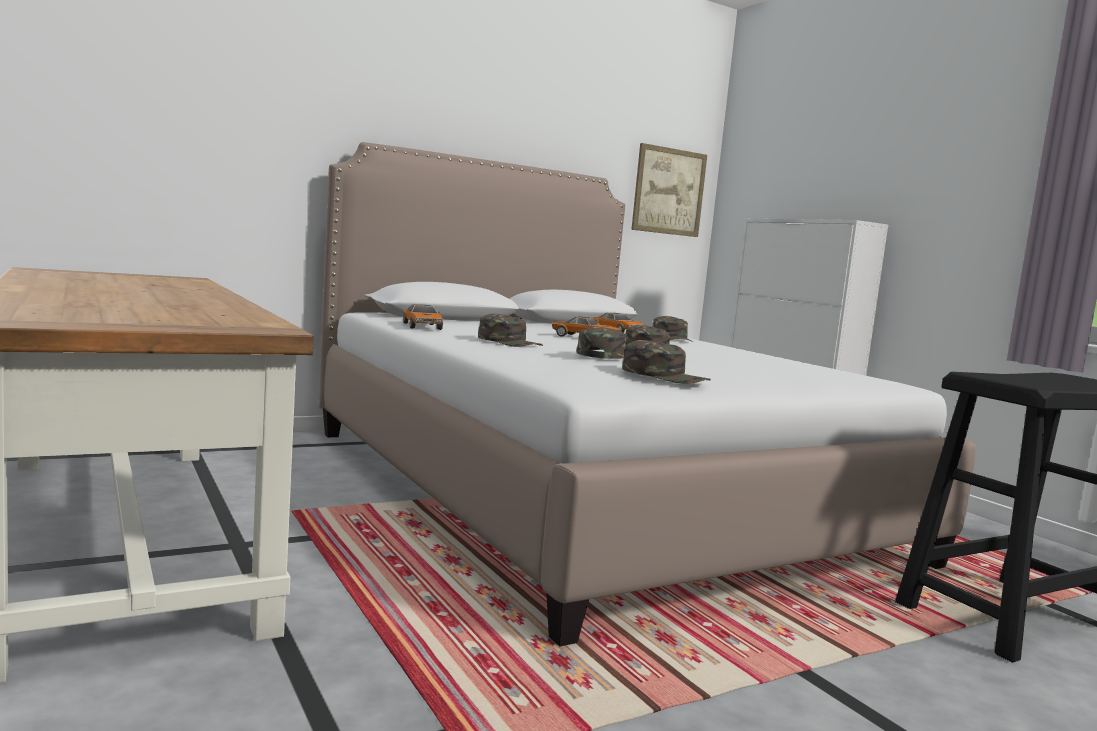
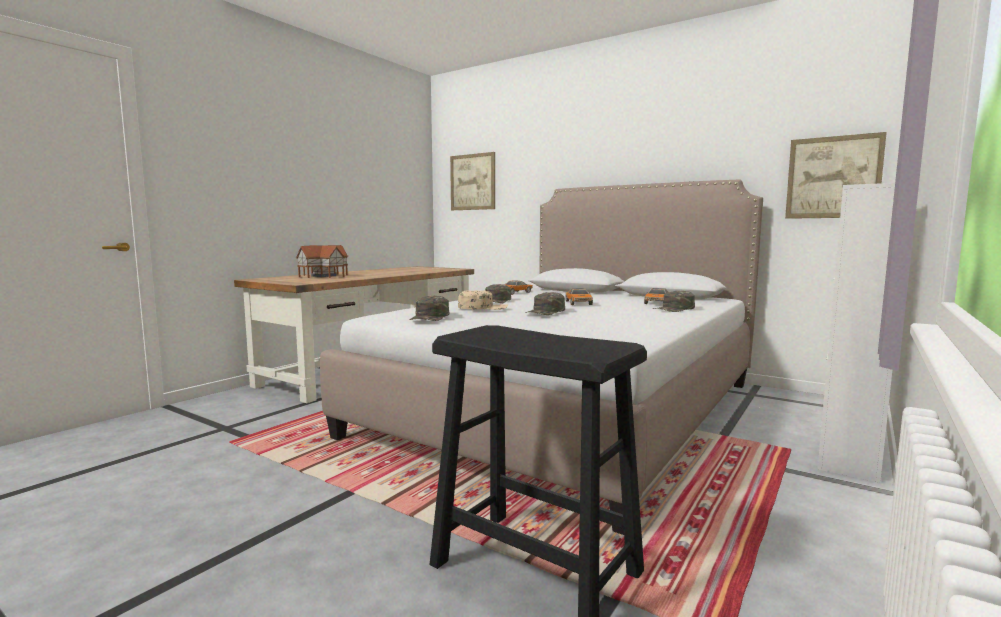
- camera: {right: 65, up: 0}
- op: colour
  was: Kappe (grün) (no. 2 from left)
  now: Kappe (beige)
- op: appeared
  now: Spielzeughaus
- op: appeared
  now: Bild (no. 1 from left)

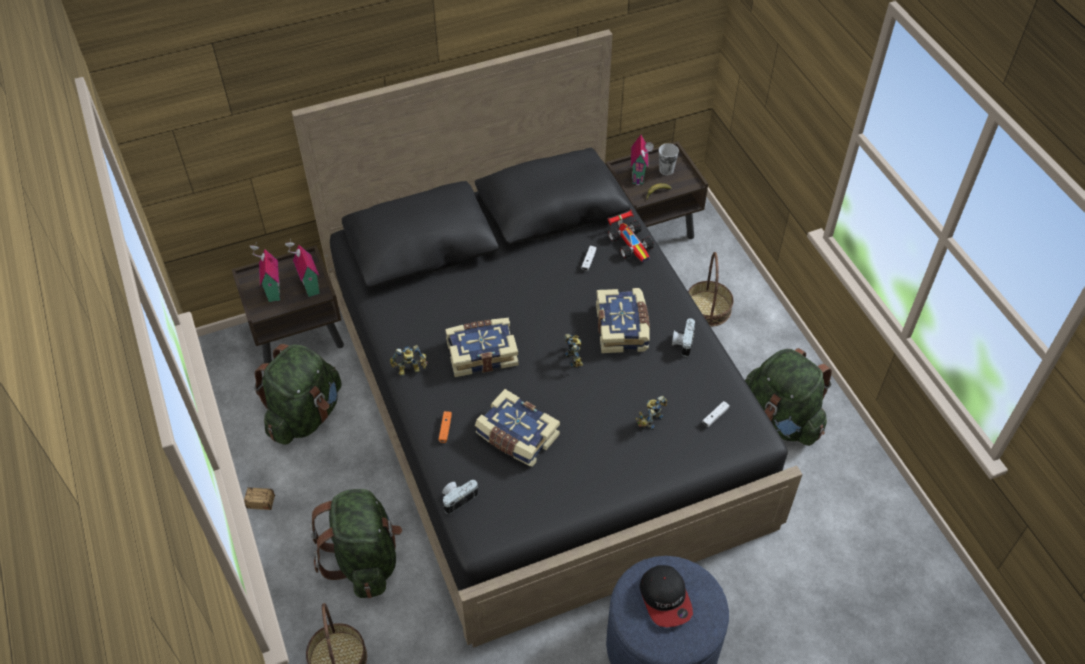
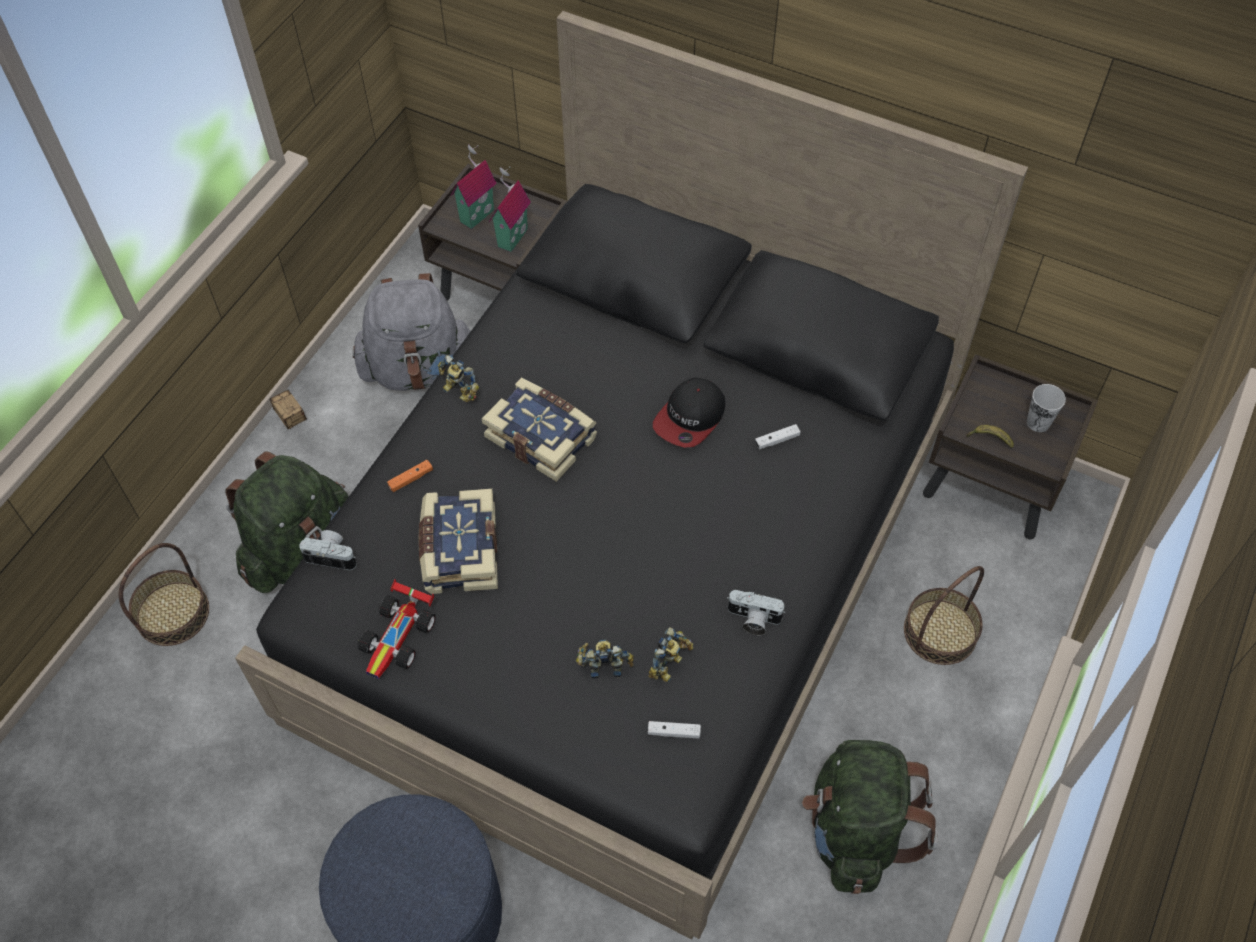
- camera: {right: 50, up: 5}
- op: colour
  was: Rucksack (grün) (no. 1 from left)
  now: Rucksack (grau)
- op: relocated
  was: Spielzeugroboter (no. 2 from left in the first image)
  now: Spielzeugroboter (no. 3 from left)
- op: missing
  was: Buch (no. 3 from left)
- op: relocated
  was: Spielzeugauto
- op: missing
  was: Spielzeughaus (no. 3 from left)
- op: relocated
  was: Kappe
- op: spun
  was: Kamera (no. 2 from left)
  clockwise: -135

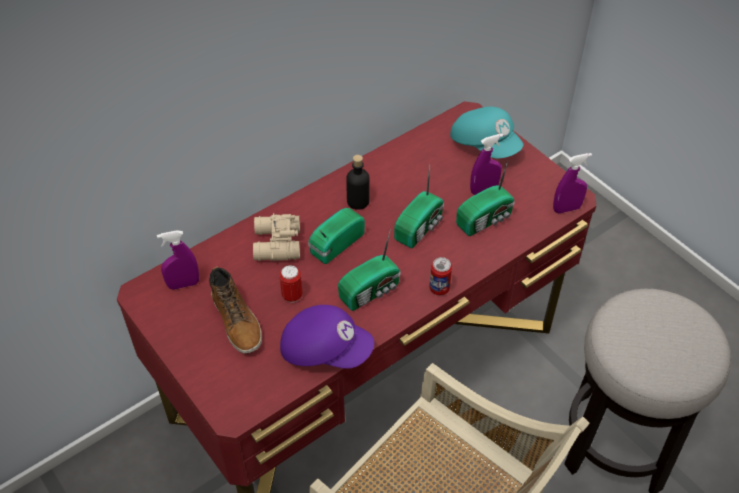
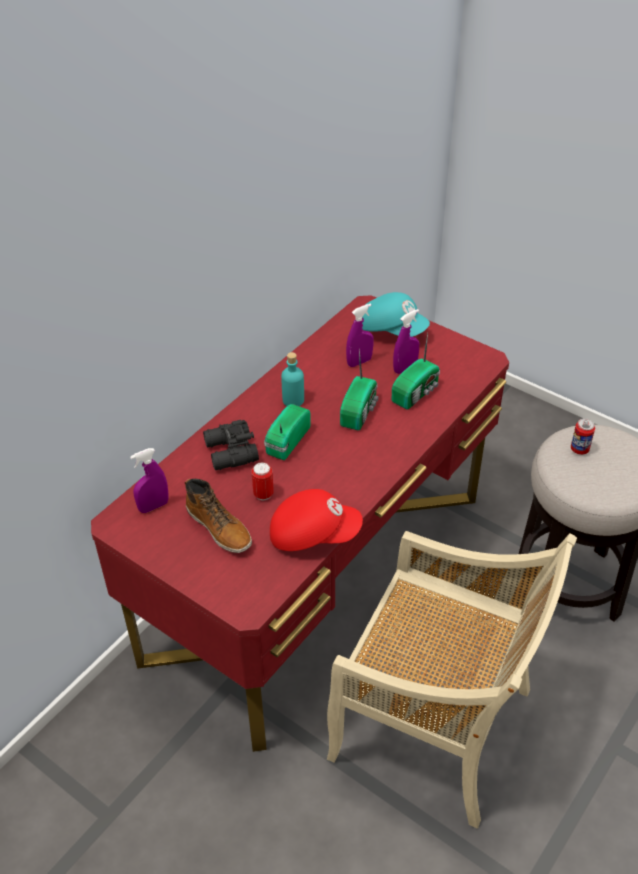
- camera: {right: -15, up: -5}
- op: colour
  was: Fernglas (beige)
  now: Fernglas (schwarz)
- op: colour
  was: Kappe (lila)
  now: Kappe (rot)
- op: missing
  was: Radio (no. 2 from left)
- op: colour
  was: Flasche (schwarz)
  now: Flasche (türkis)
- op: relocated
  was: Dose (no. 2 from left)
- op: relocated
  was: Sprühflasche (lila) (no. 3 from left in the first image)
  now: Sprühflasche (lila) (no. 2 from left)

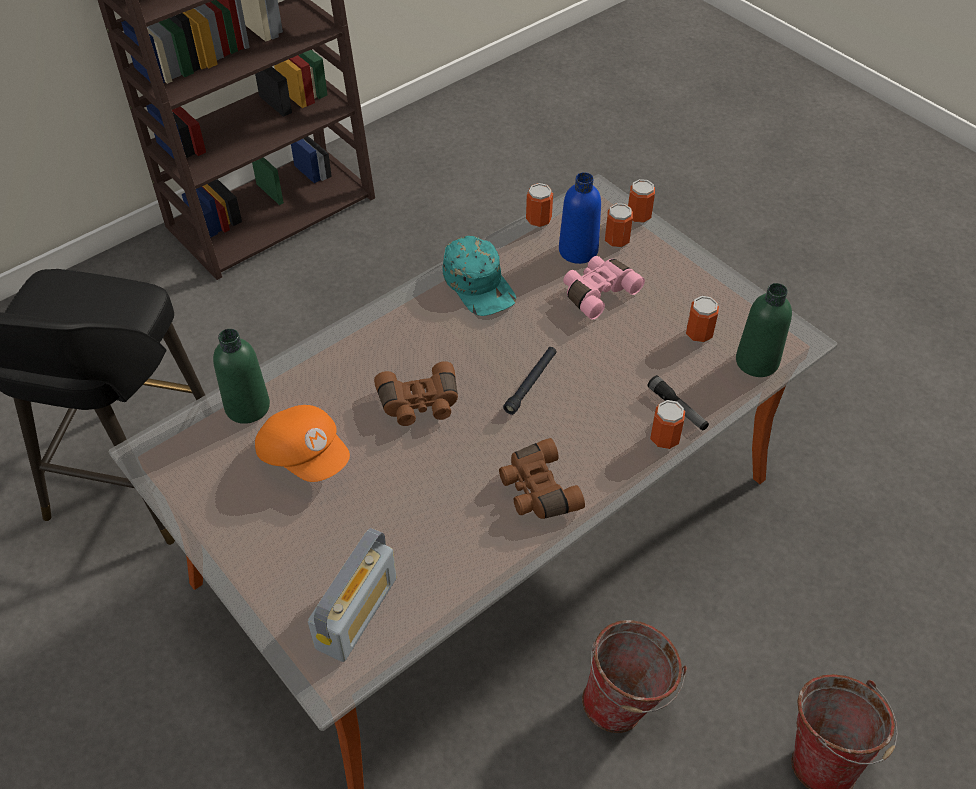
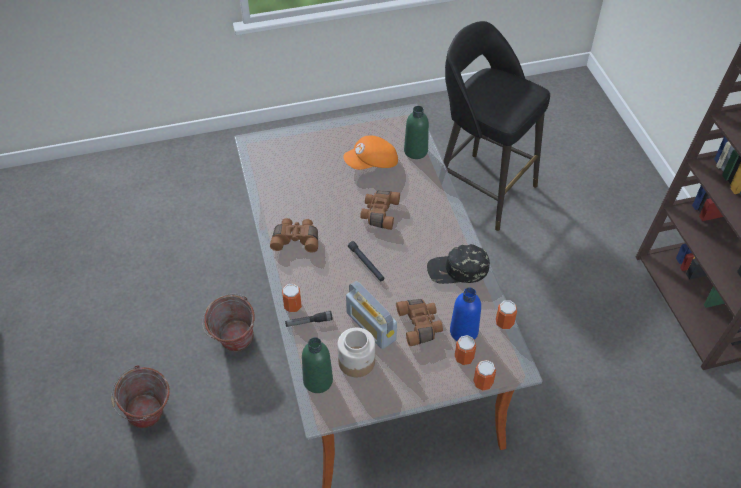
- camera: {right: 115, up: 0}
- op: relocated
  was: Radio
- op: colour
  was: Kappe (türkis)
  now: Kappe (schwarz)
- op: colour
  was: Fernglas (rosa)
  now: Fernglas (braun) (no. 3 from left)
- op: exchanged
  was: Dose (no. 5 from left)
  now: Vorratsglas

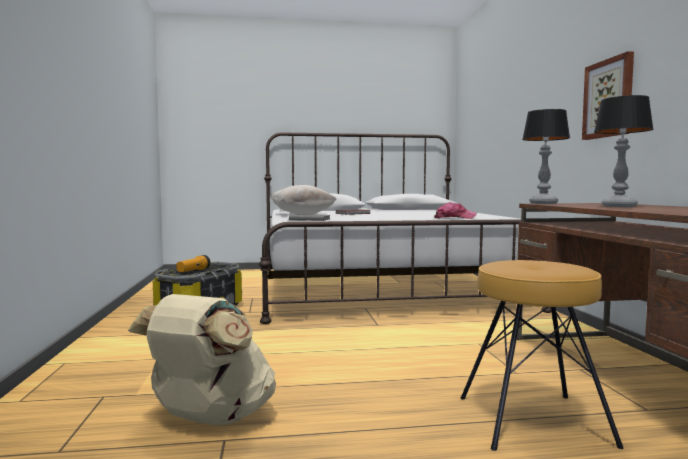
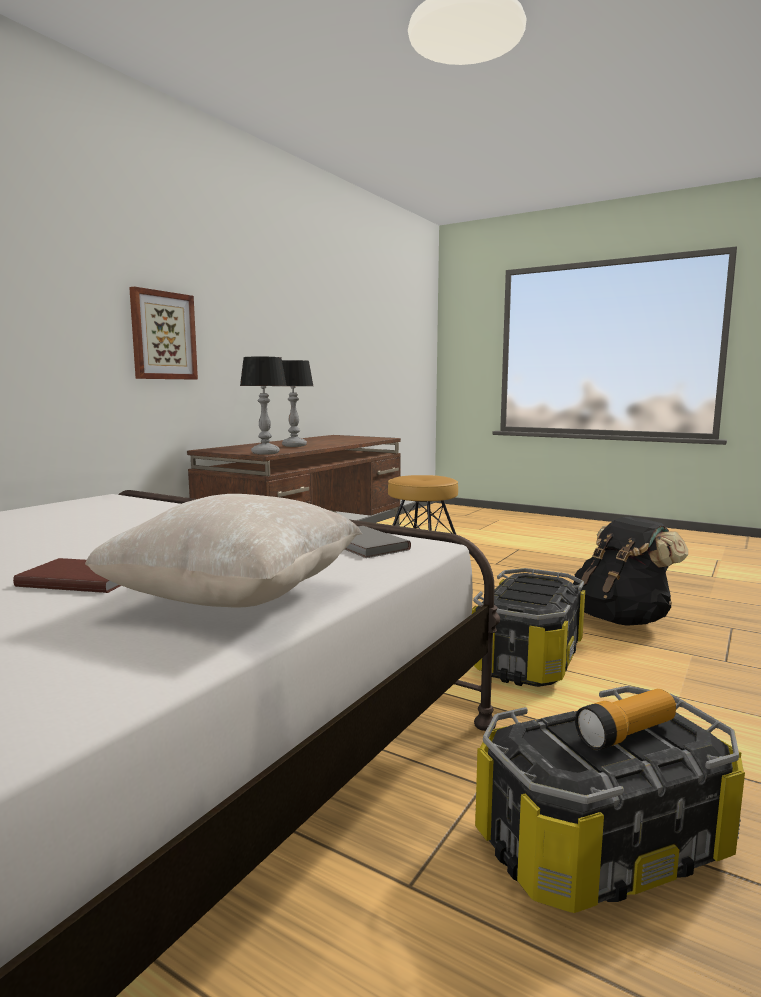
- camera: {right: -140, up: 5}
- op: colour
  was: Rucksack (beige)
  now: Rucksack (schwarz)
- op: missing
  was: Kappe
- op: appeared
  now: Aufbewahrungsbox (no. 1 from left)

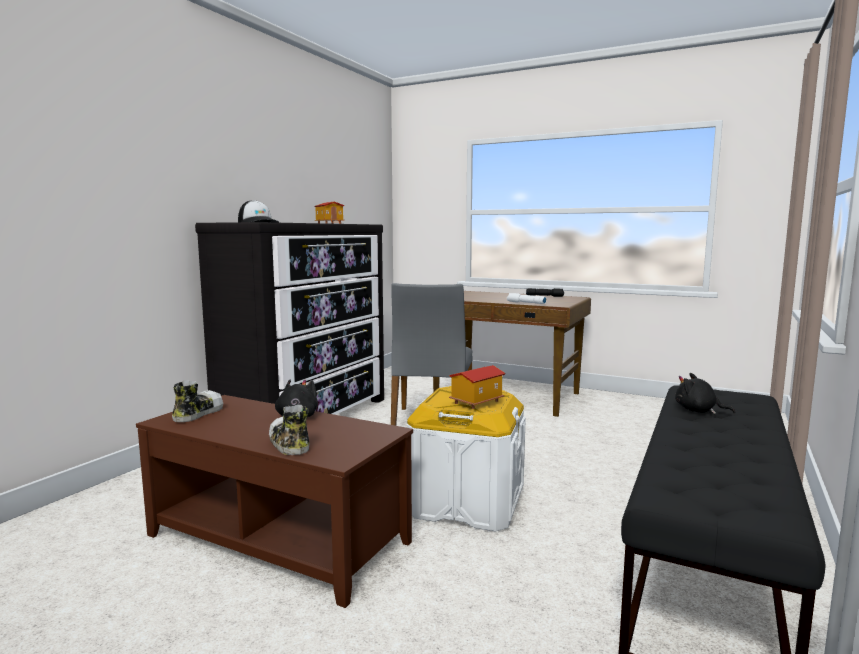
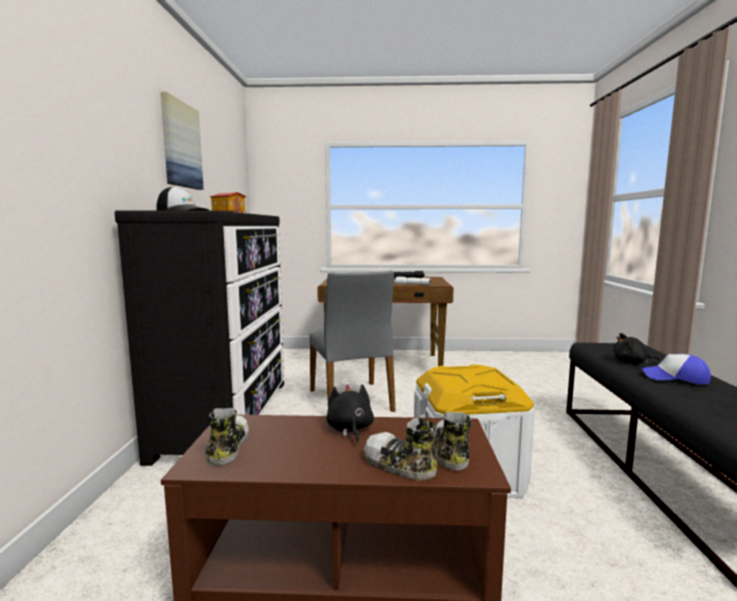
- camera: {right: -25, up: 0}
- op: missing
  was: Spielzeughaus (no. 2 from left)
- op: appeared
  now: Bild
- op: appeared
  now: Schuh (no. 3 from left)
- op: appeared
  now: Kappe (no. 2 from left)

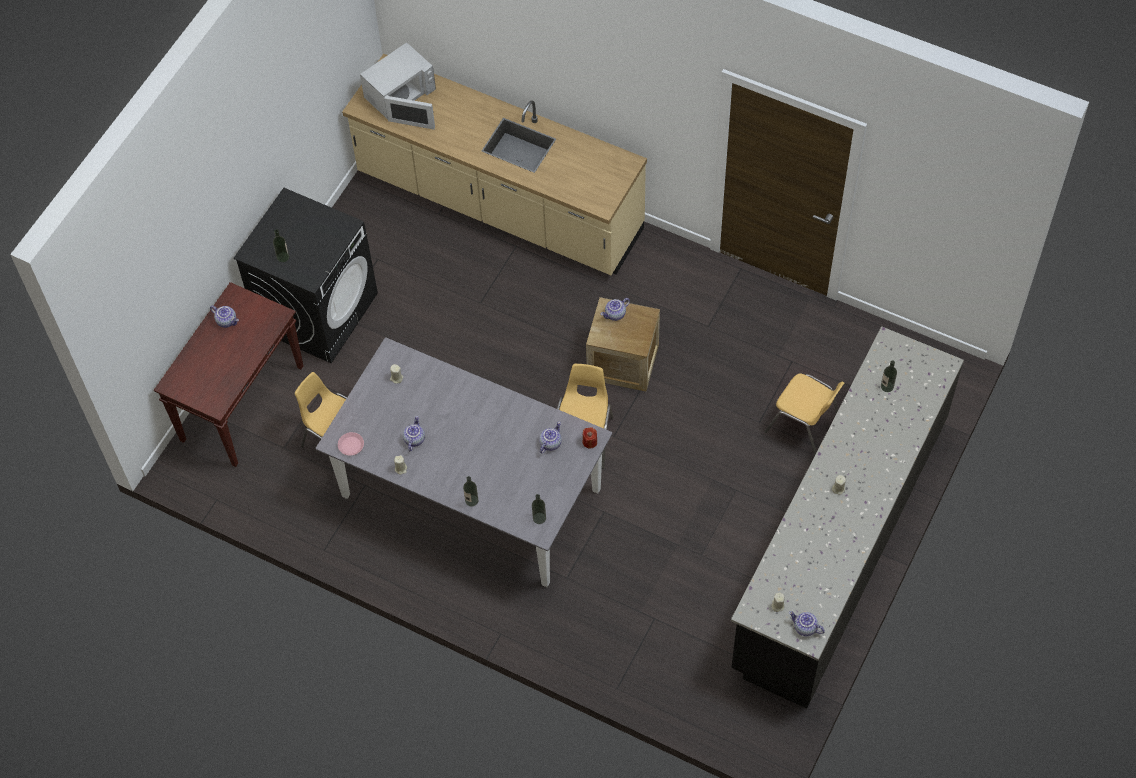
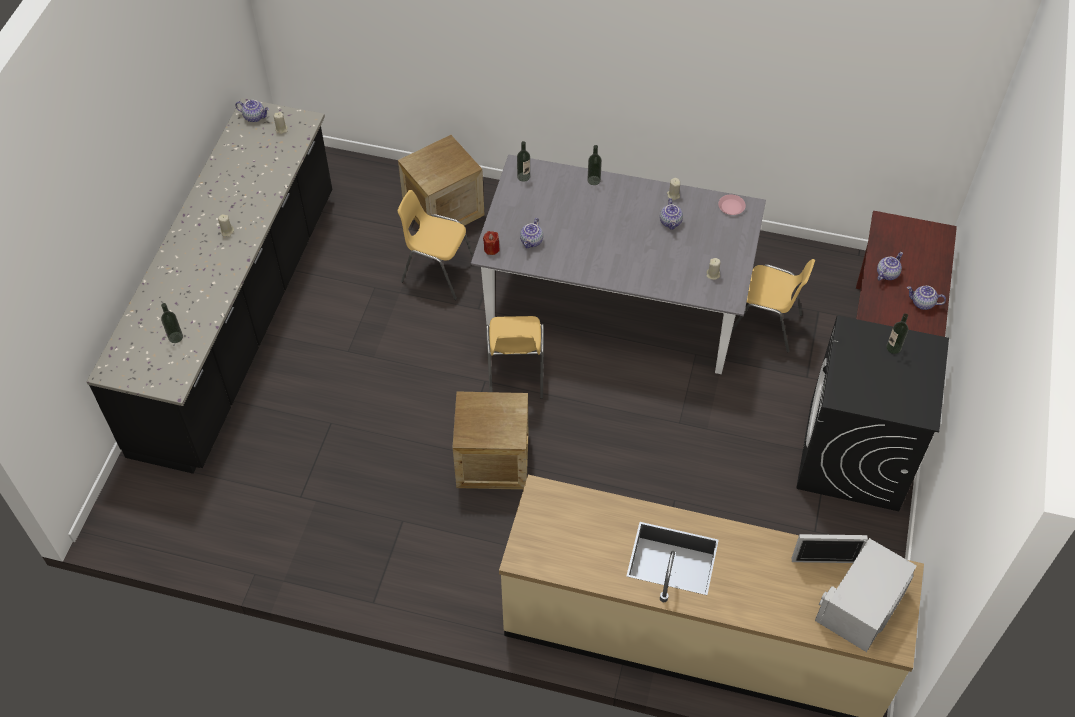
- camera: {right: 165, up: -5}
- op: relocated
  was: Teekanne (no. 4 from left)
- op: relocated
  was: Stuhl (gelb) (no. 3 from left in the first image)
  now: Stuhl (gelb) (no. 1 from left)
- op: appeared
  now: Kiste (no. 1 from left)

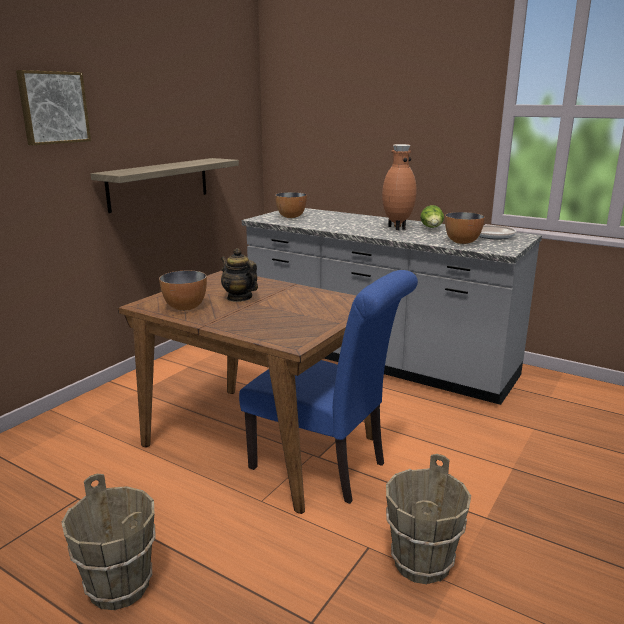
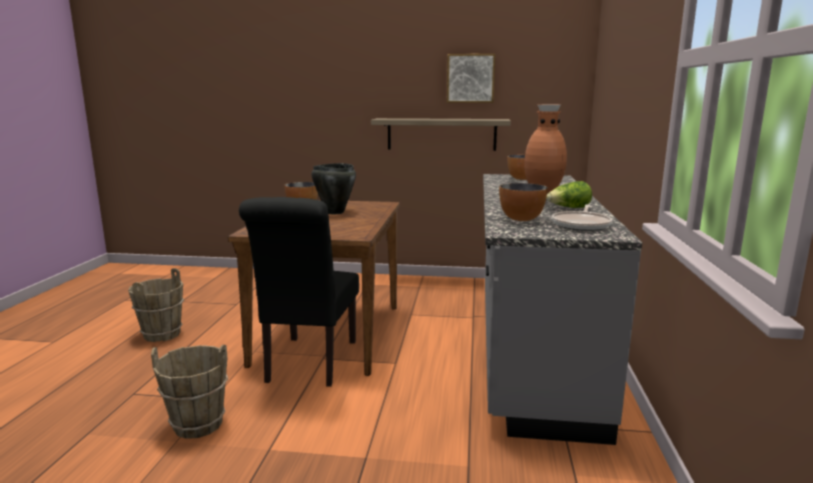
- camera: {right: 65, up: -5}
- op: relocated
  was: Bild
- op: exchanged
  was: Teekanne
  now: Kochtopf (schwarz)
- op: colour
  was: Stuhl (blau)
  now: Stuhl (schwarz)

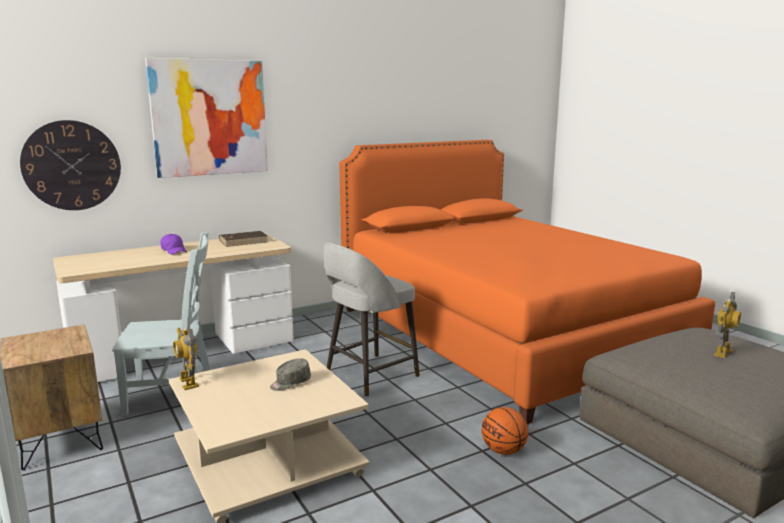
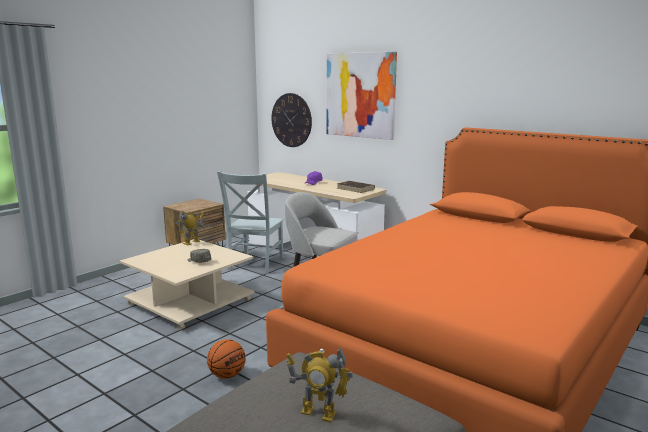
- camera: {right: 70, up: 0}
- op: spun
  was: Stuhl (grau)
  clockwise: 45

